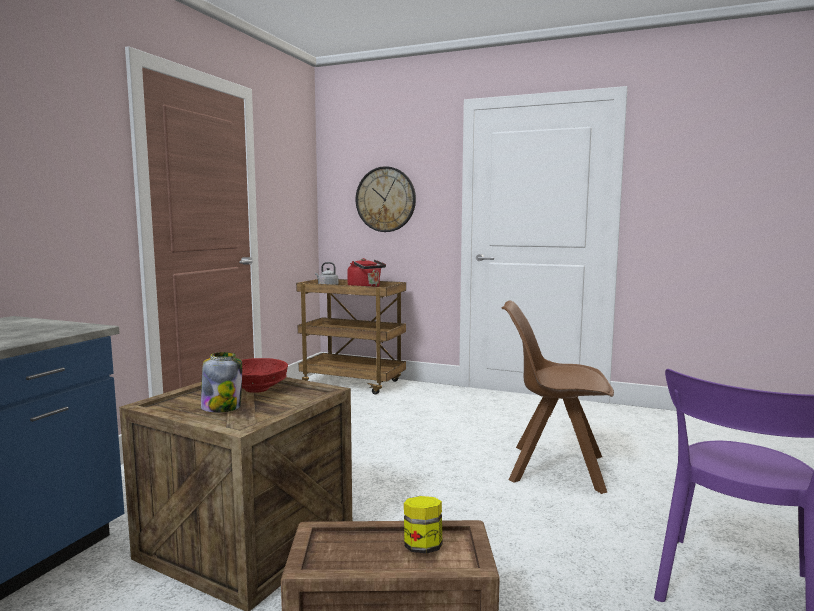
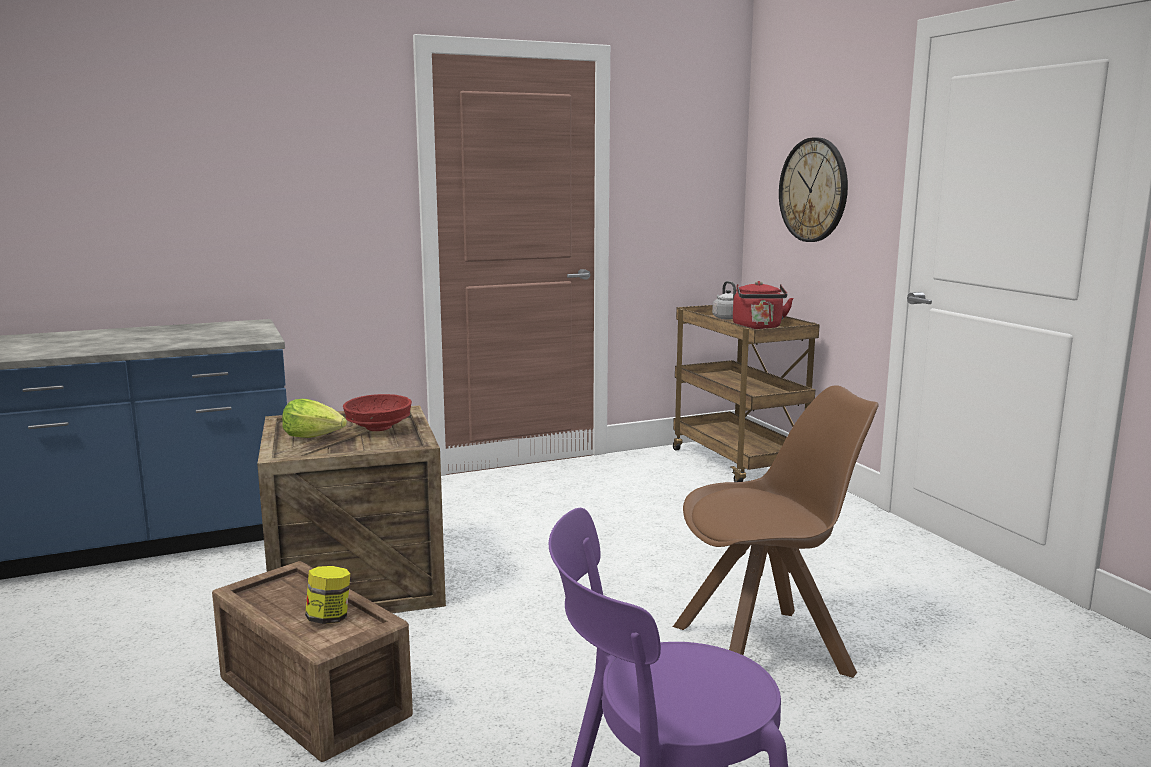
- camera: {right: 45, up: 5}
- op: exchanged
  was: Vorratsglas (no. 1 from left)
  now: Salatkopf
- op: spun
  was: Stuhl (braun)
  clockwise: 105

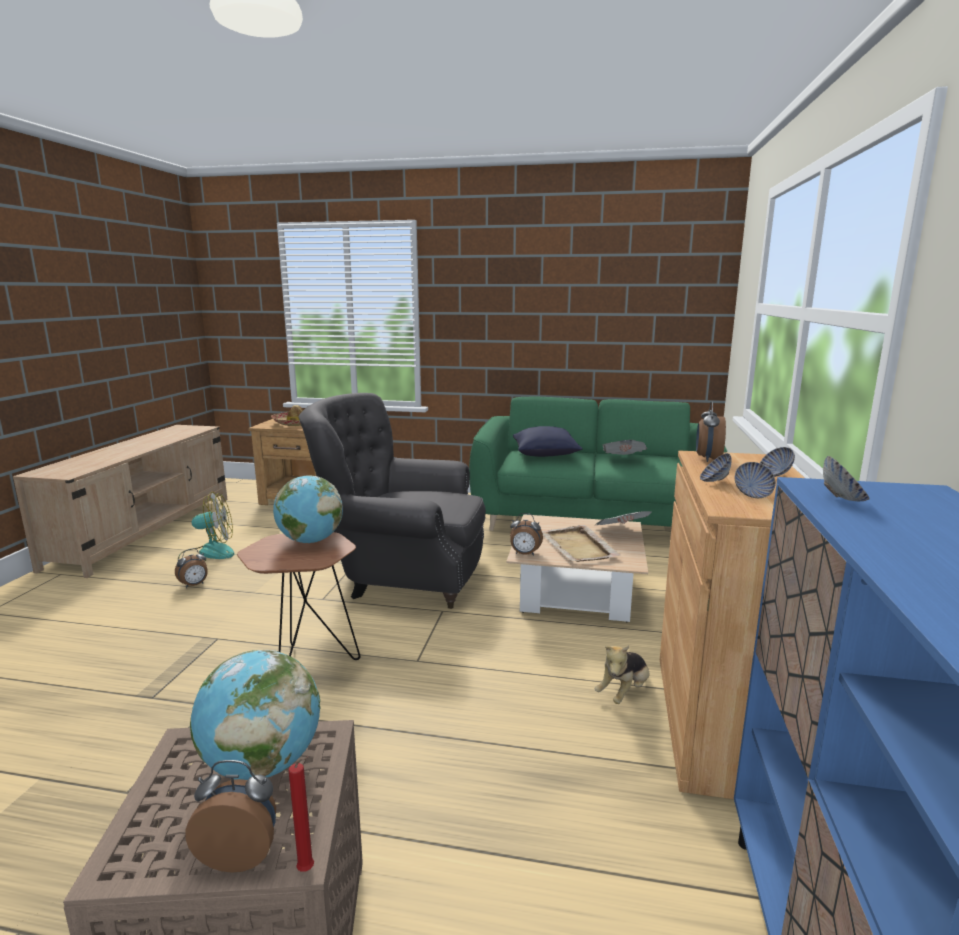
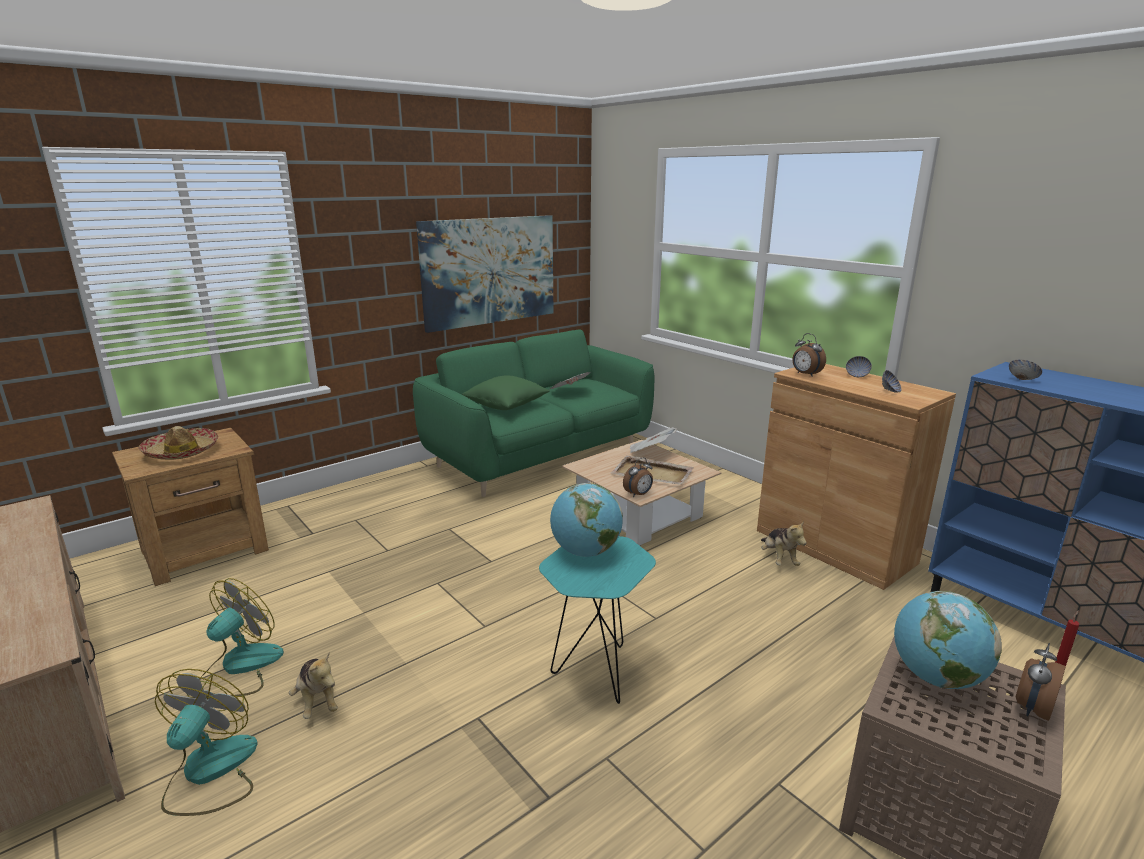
- camera: {right: -50, up: 5}
- op: exchanged
  was: Wecker (no. 1 from left)
  now: Plüschtier (no. 1 from left)
- op: colour
  was: Beistelltisch (braun) (no. 2 from left)
  now: Beistelltisch (türkis)
- op: missing
  was: Sessel (grau)
- op: colour
  was: Kissen (blau)
  now: Kissen (grün)
- op: missing
  was: Schüssel (no. 1 from left)
- op: appeared
  now: Ventilator (no. 1 from left)
- op: appeared
  now: Bild

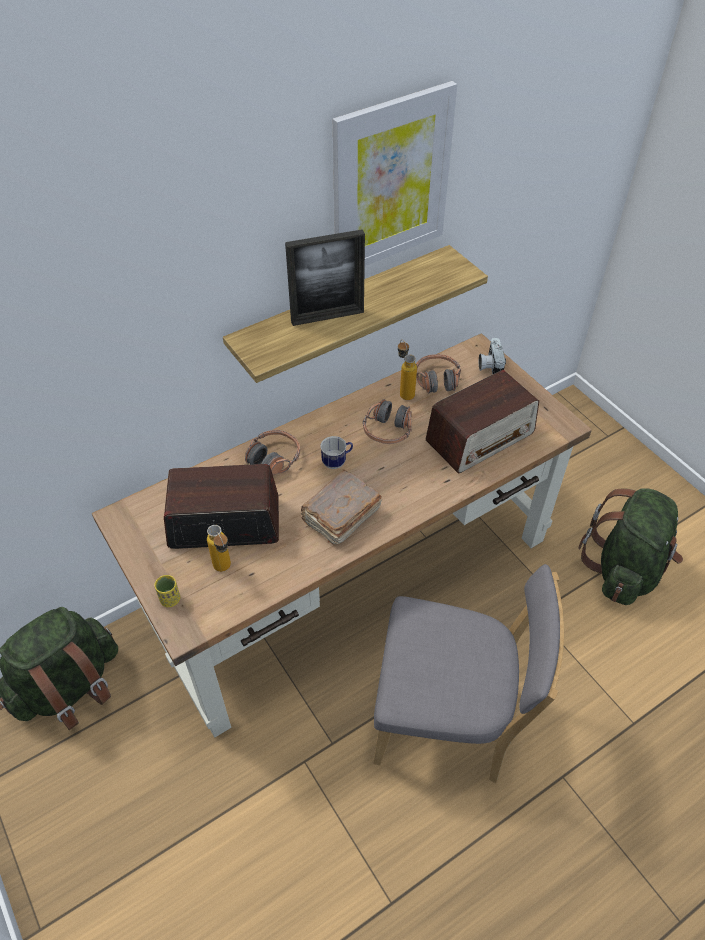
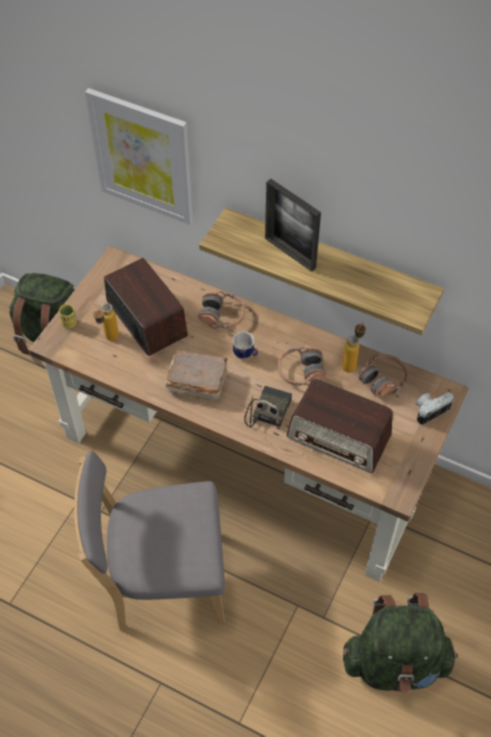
- camera: {right: 60, up: 5}
- op: relocated
  was: Bild
- op: spun
  was: Stuhl (grau)
  clockwise: 105
- op: appeared
  now: Radio (no. 2 from left)

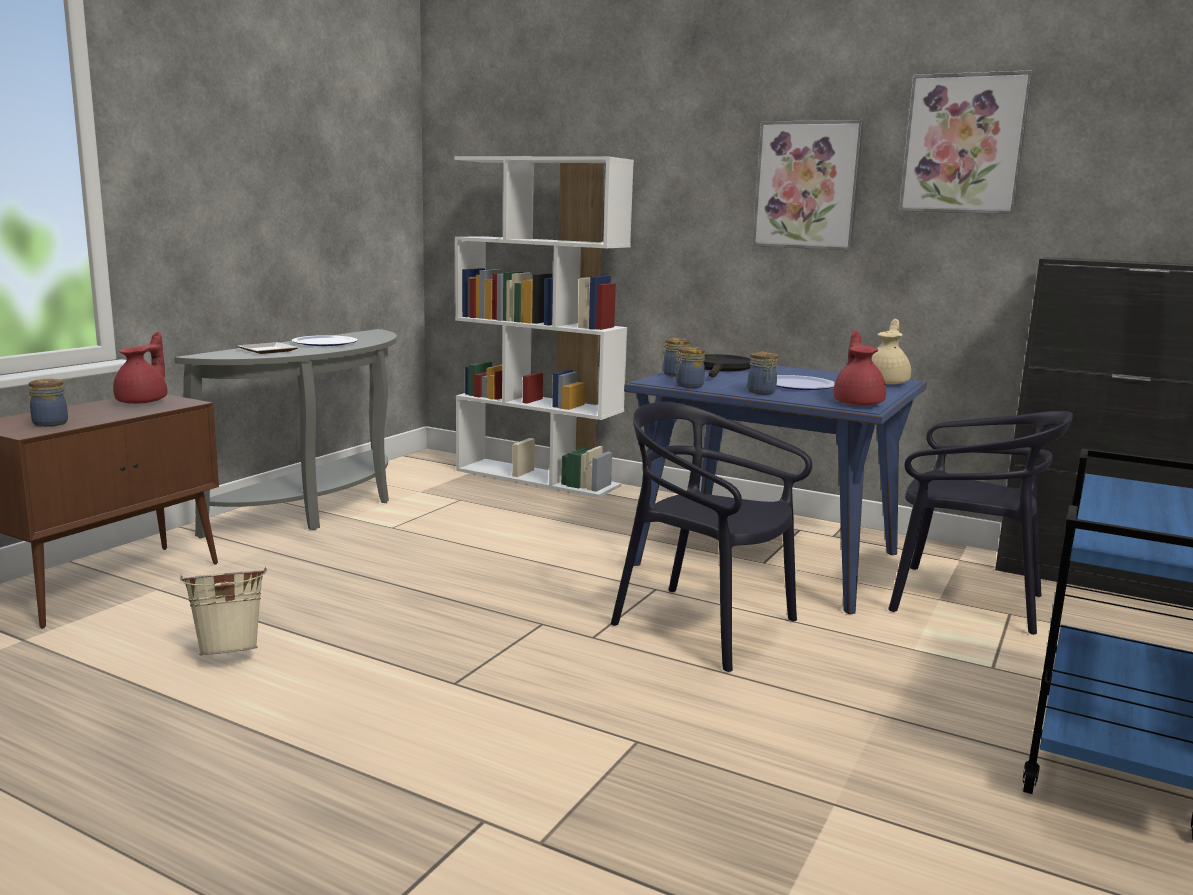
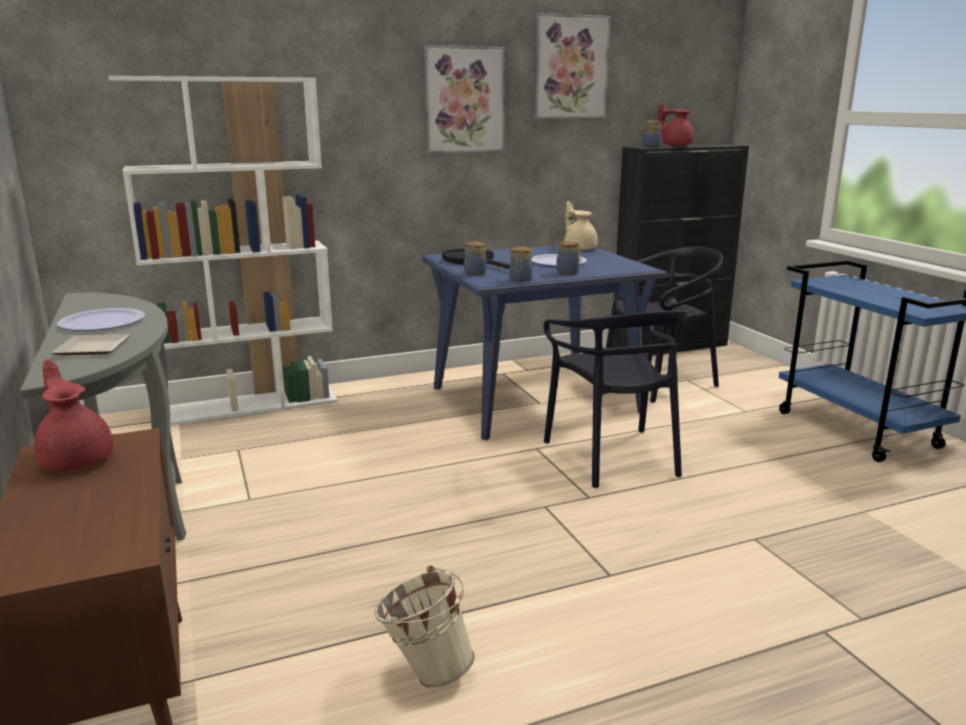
- camera: {right: -50, up: 5}
- op: relocated
  was: Vorratsglas (no. 1 from left in the first image)
  now: Vorratsglas (no. 4 from left)
- op: spun
  was: Stuhl (schwarz) (no. 1 from left)
  clockwise: -90
- op: relocated
  was: Teekanne (rot) (no. 2 from left)

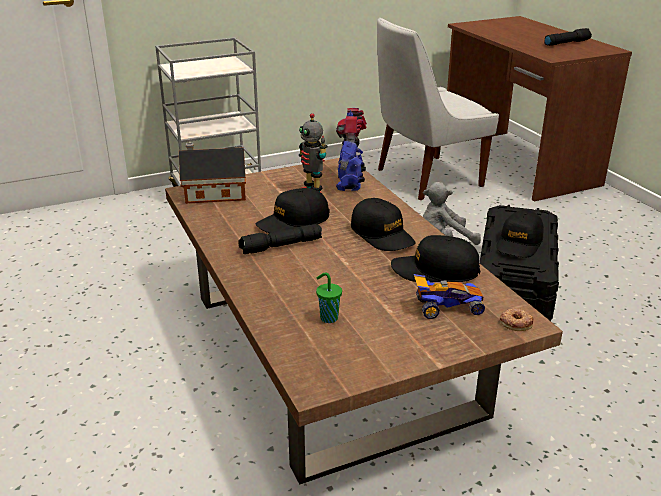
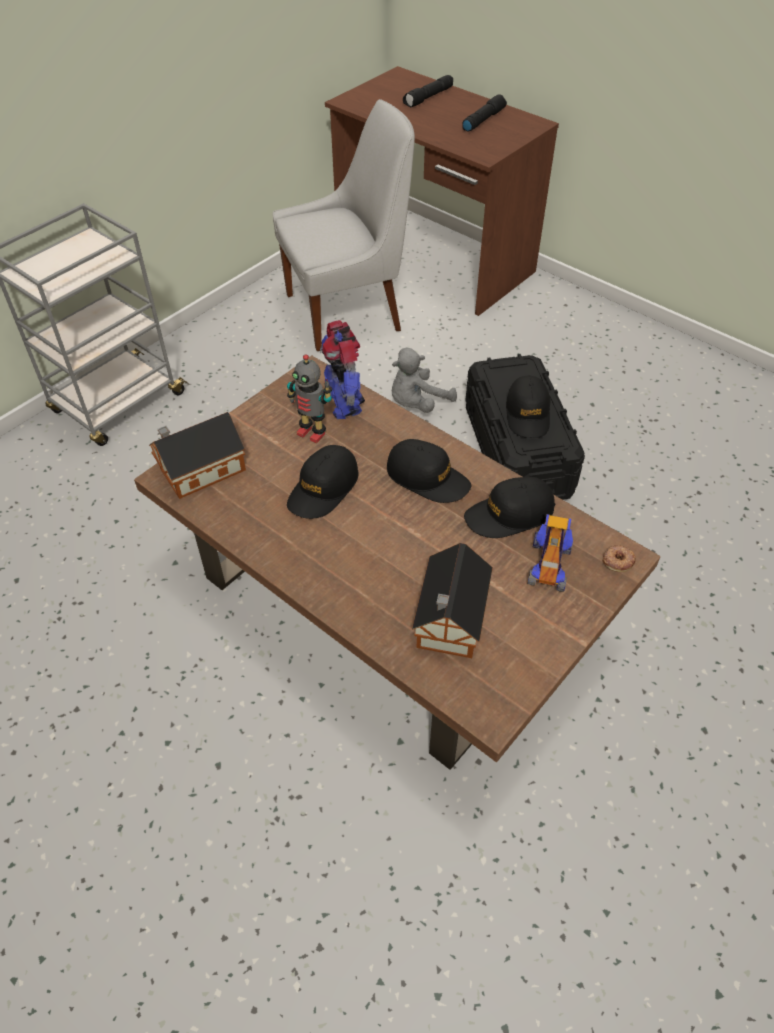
- camera: {right: -25, up: 20}
- op: relocated
  was: Taschenlampe (schwarz) (no. 1 from left)
- op: exchanged
  was: Tasse (grün)
  now: Spielzeughaus (no. 2 from left)
- op: spun
  was: Stuhl (weiß)
  clockwise: -150
- op: spun
  was: Spielzeugauto
  clockwise: 135

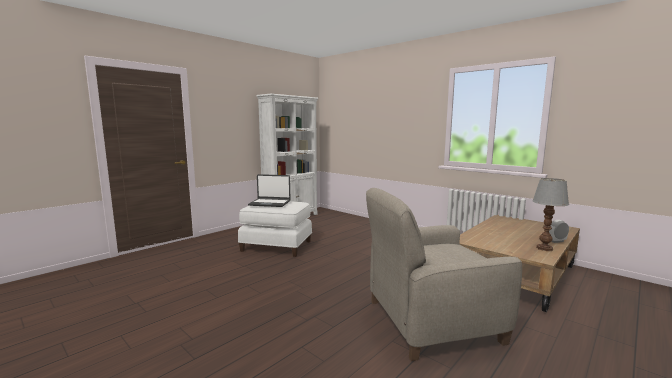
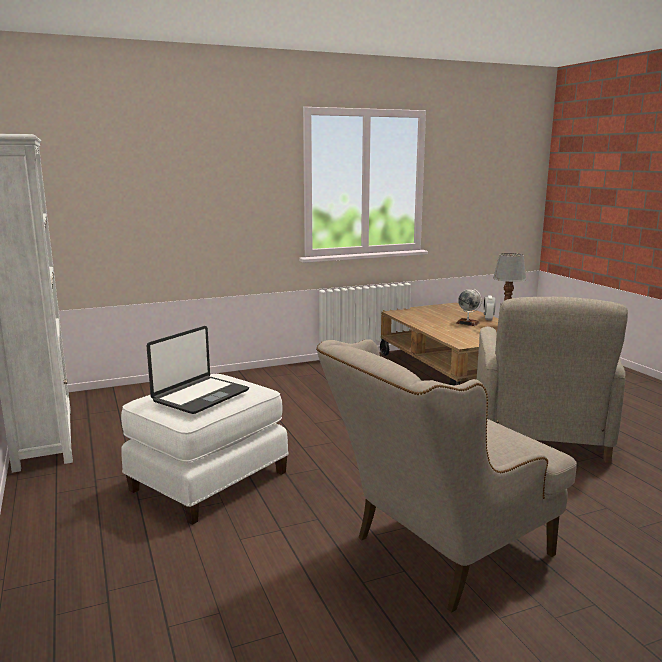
- camera: {right: -65, up: 5}
- op: appeared
  now: Sessel (beige) (no. 1 from left)
- op: appeared
  now: Globus

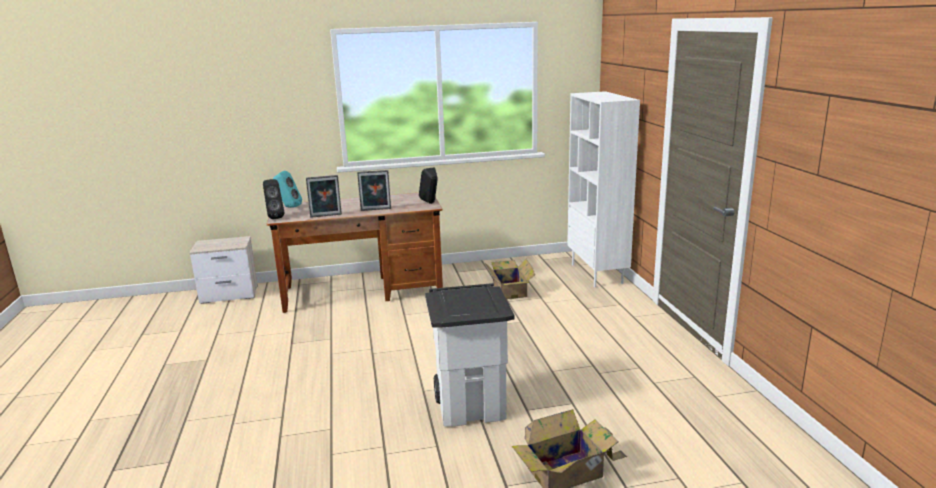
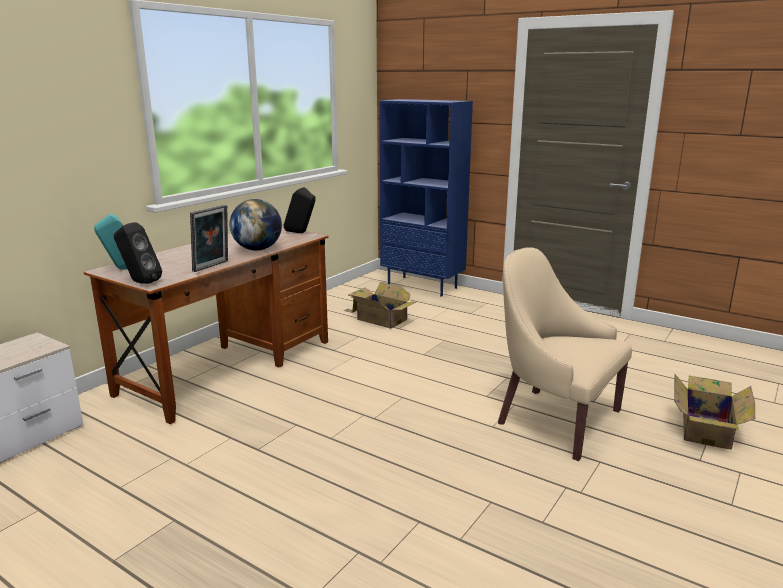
- camera: {right: -45, up: 0}
- op: exchanged
  was: Bilderrahmen (no. 2 from left)
  now: Globus
- op: exchanged
  was: Mülleimer (weiß)
  now: Sessel (beige)
- op: colour
  was: Bücherregal (weiß)
  now: Bücherregal (blau)

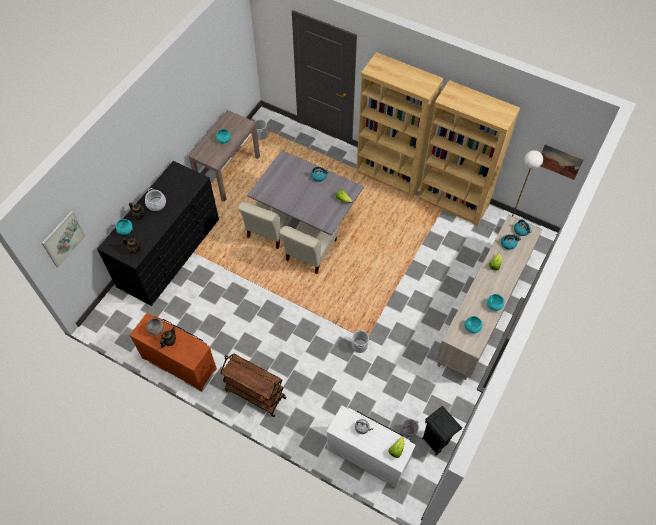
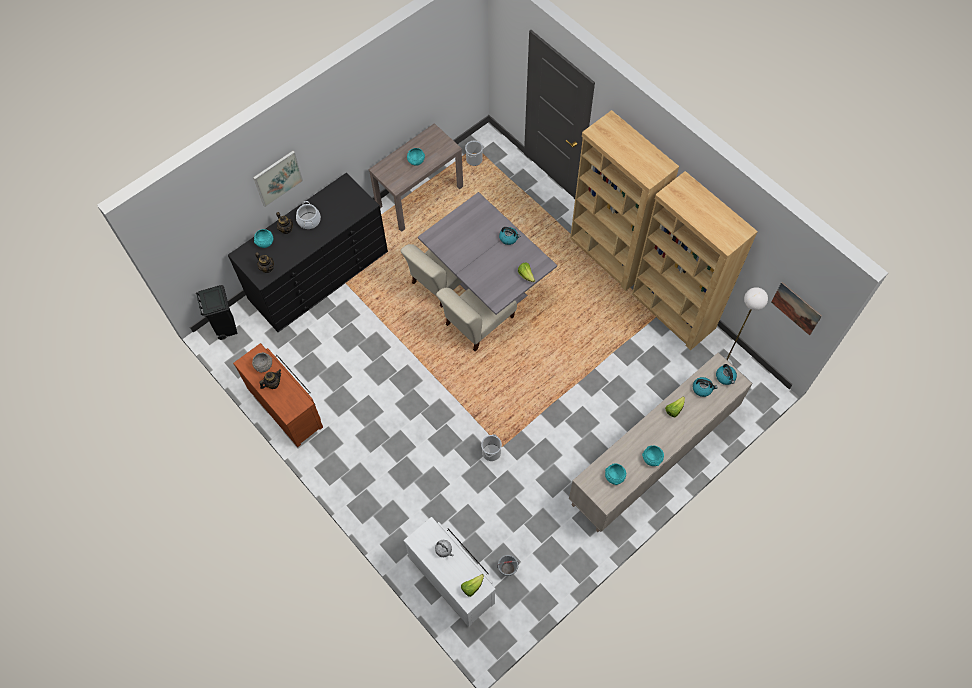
- camera: {right: 20, up: 5}
- op: relocated
  was: Bild (no. 1 from left)
- op: missing
  was: Rollwagen (braun)
- op: relocated
  was: Mülleimer (schwarz)

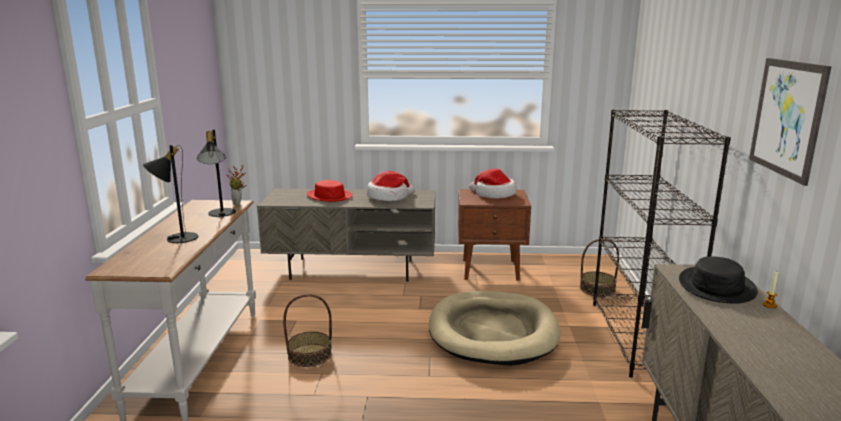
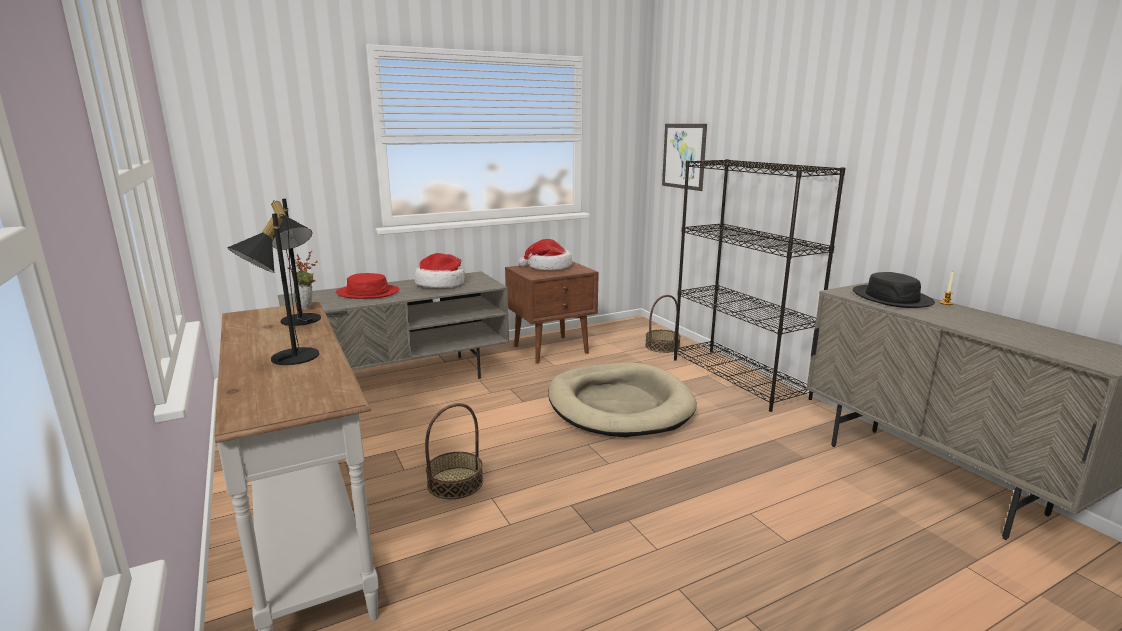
- camera: {right: -30, up: 0}
- op: relocated
  was: Bild

